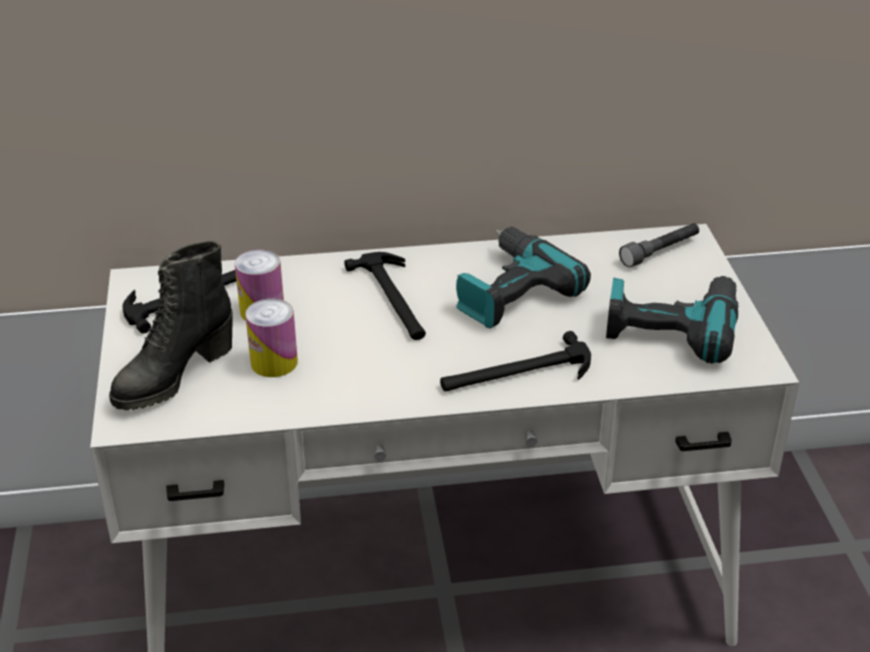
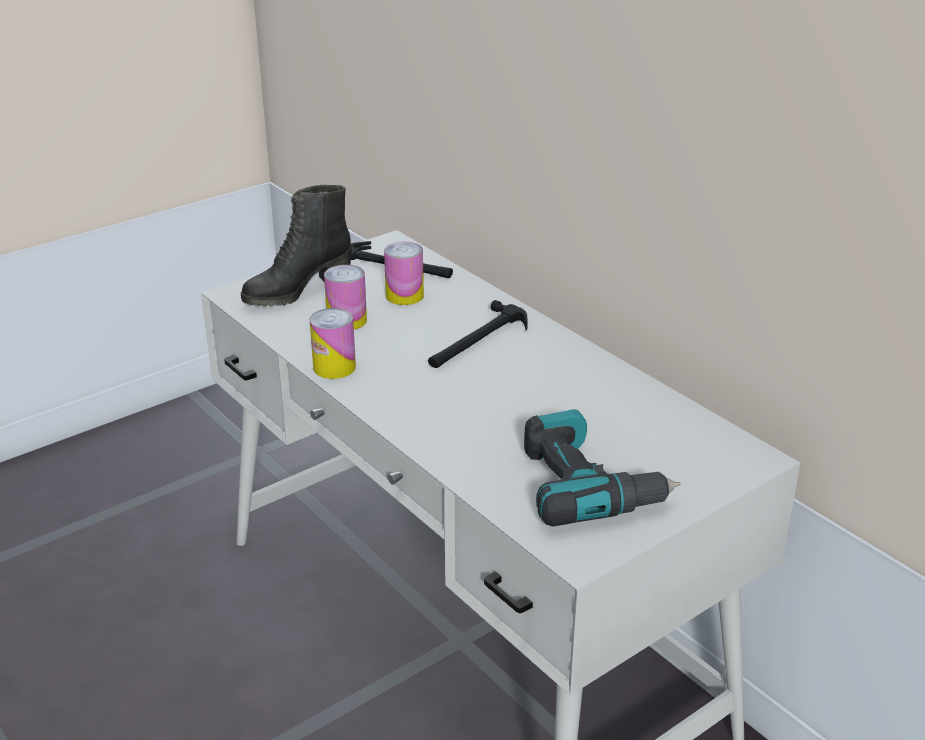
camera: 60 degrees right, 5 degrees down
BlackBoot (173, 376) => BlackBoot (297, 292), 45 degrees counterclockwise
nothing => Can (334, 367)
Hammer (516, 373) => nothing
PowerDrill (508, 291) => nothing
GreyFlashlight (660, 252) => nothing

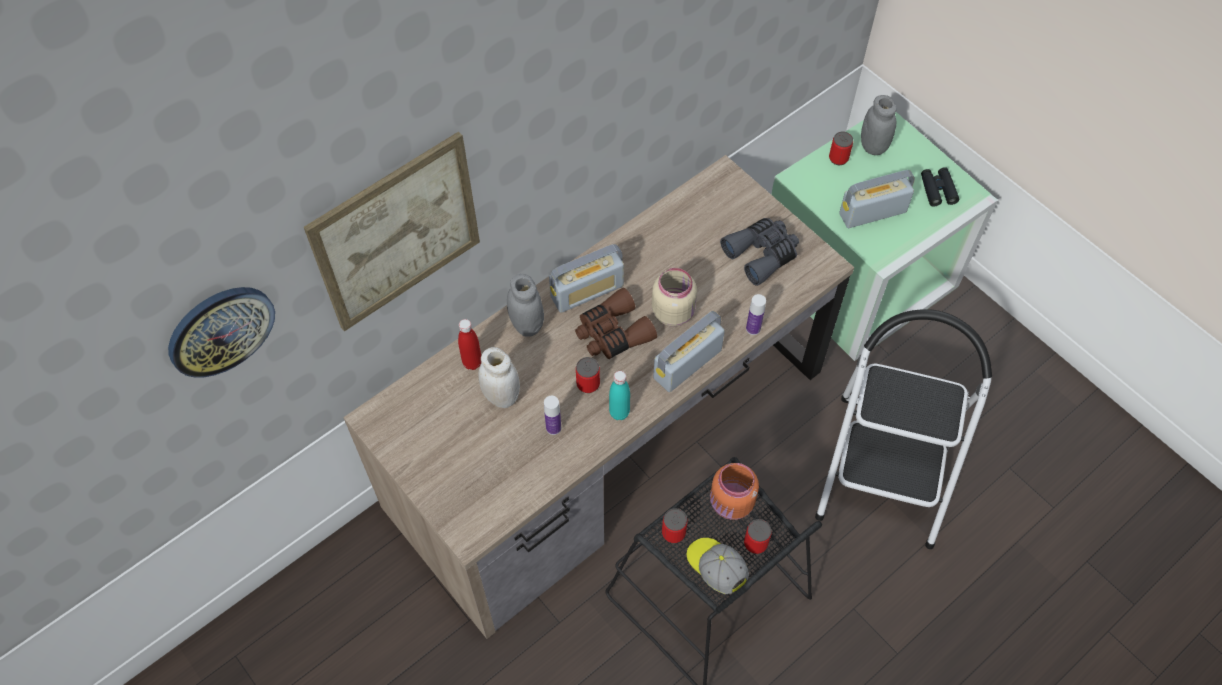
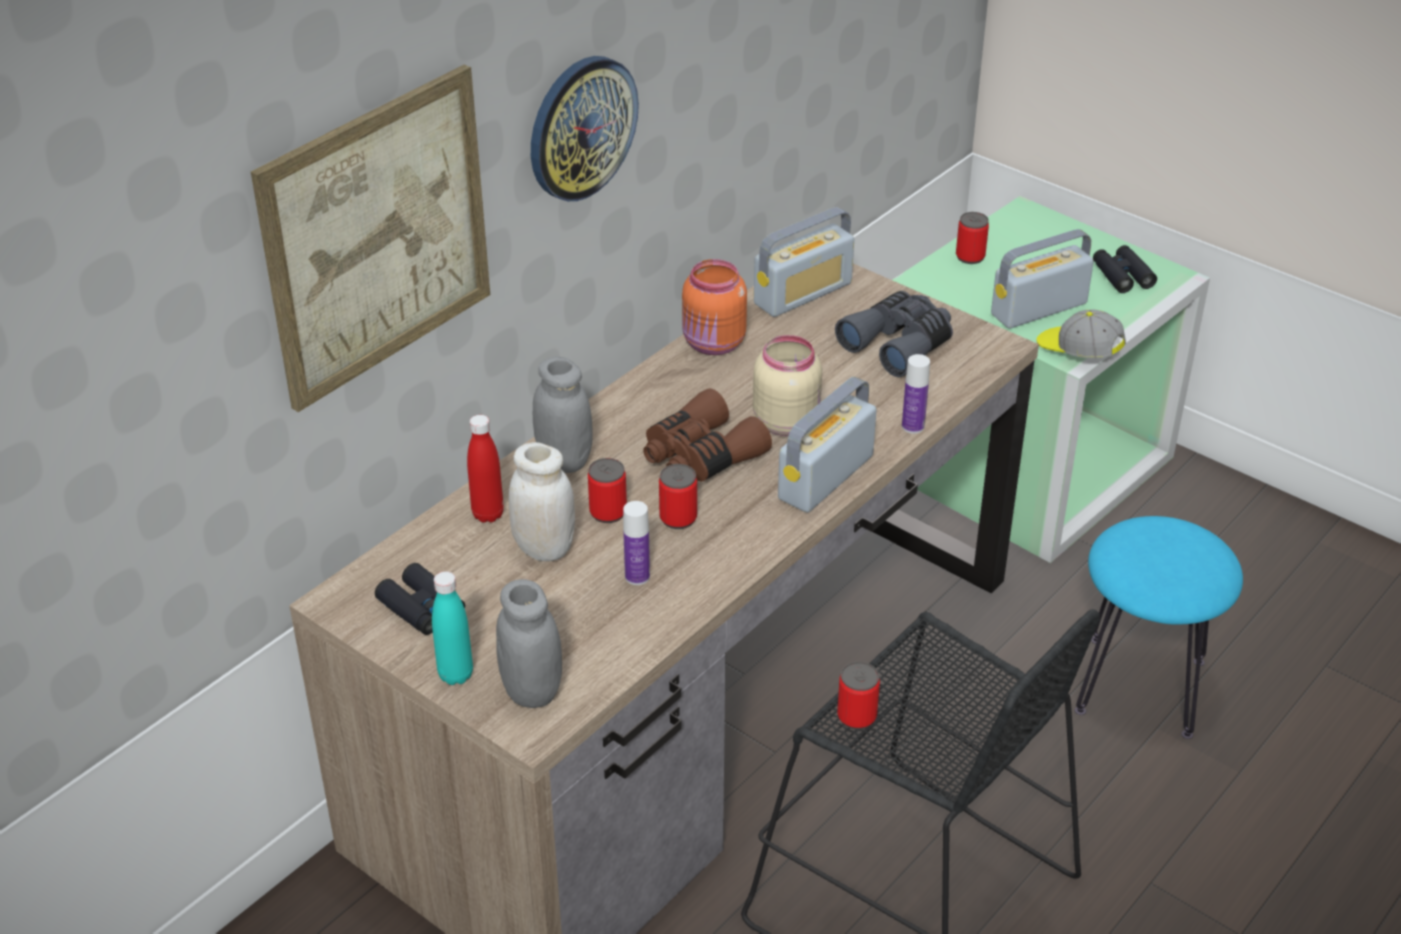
camera: 10 degrees left, 20 degrees down
nothing => BlackBinoculars (422, 608)
TurquoiseBottle (619, 412) => TurquoiseBottle (455, 675), shifted
GreyJar (873, 146) => GreyJar (532, 691), shifted
WallClock (220, 330) => WallClock (581, 127), shifted
Can (755, 543) => Can (608, 512), shifted
OrangeJar (731, 504) => OrangeJar (714, 344), shifted
Radio (587, 291) => Radio (803, 293), shifted
Cap (715, 568) => Cap (1078, 351), shifted
StepLadder (886, 465) => TurquoiseStool (1141, 686)

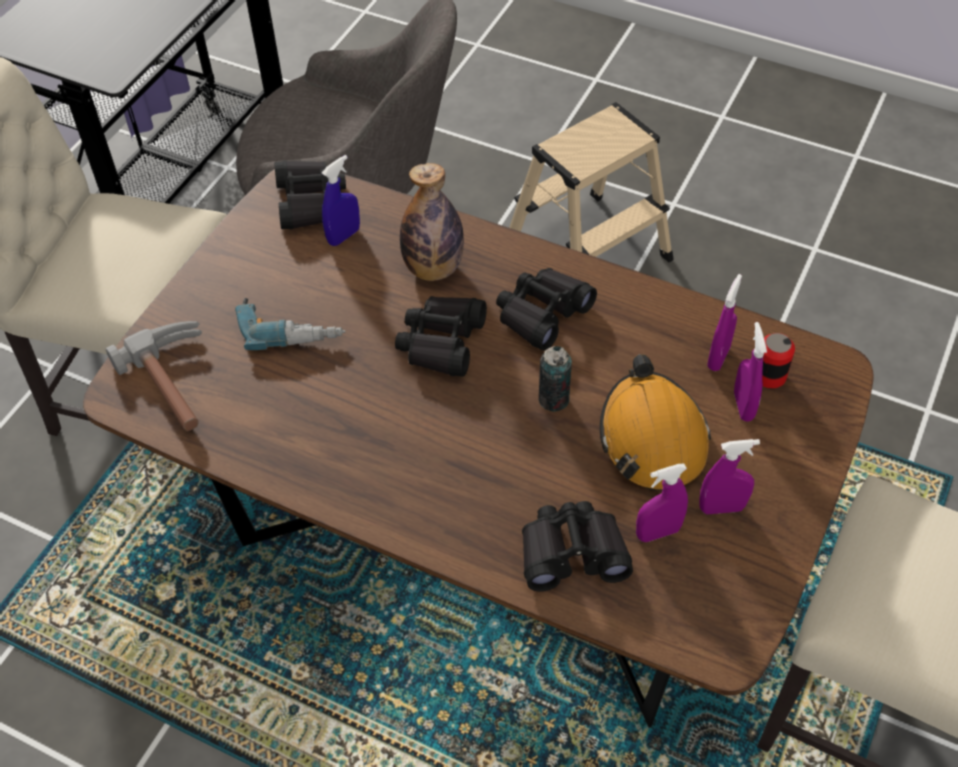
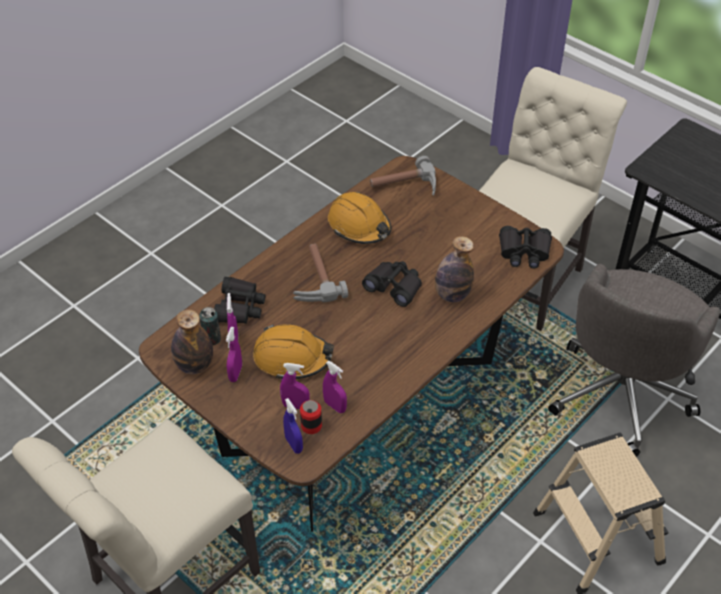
camera: 105 degrees right, 5 degrees down
nothing => Bottle (195, 365)
Can (553, 399) => Can (212, 339), shifted
BlueSprayBottle (344, 236) => BlueSprayBottle (294, 444), shifted
nothing => Hammer (313, 279)
nothing => OrangeHardHat (359, 226)
PowerDrill (291, 328) => nothing
BlackBinoculars (542, 313) => nothing

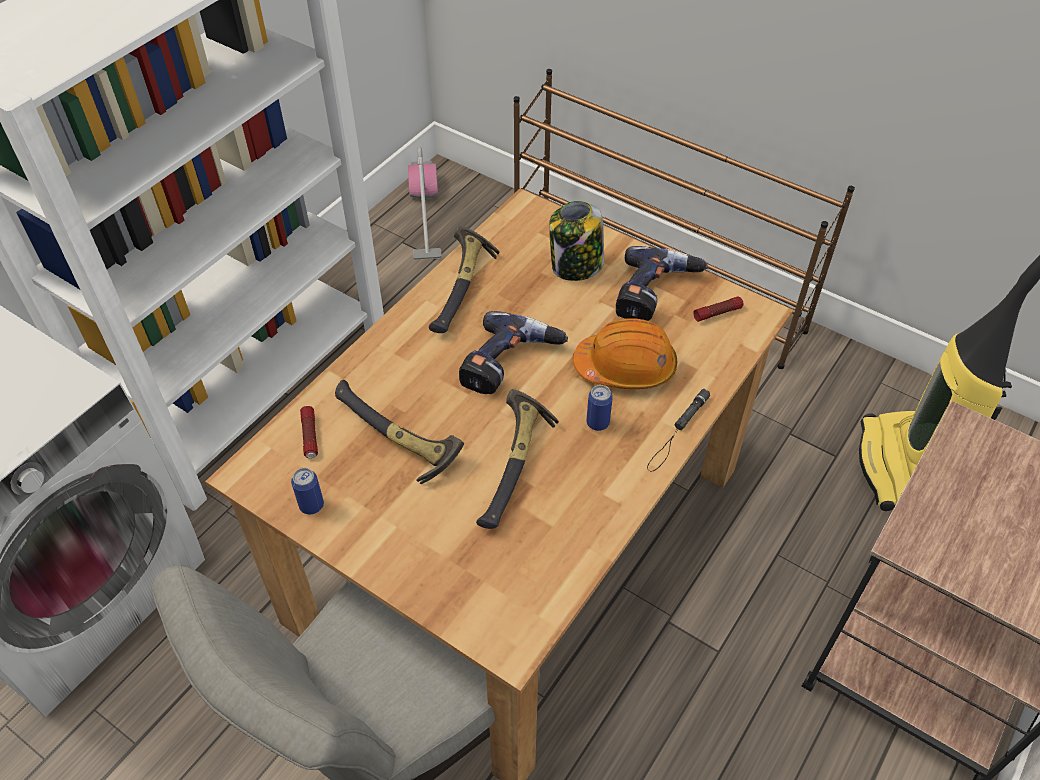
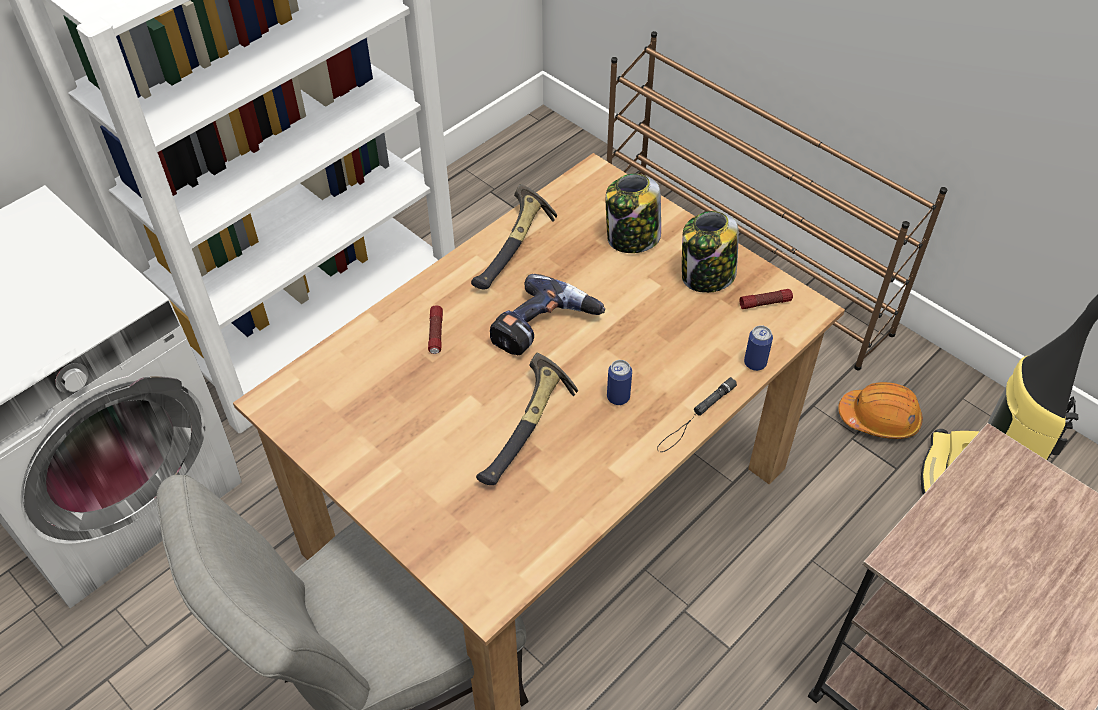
camera: 10 degrees right, 0 degrees up
Flashlight (310, 436) => Flashlight (436, 334), shifted
PowerDrill (656, 294) => Jar (707, 276)
Can (311, 505) => Can (755, 363), shifted
OrangeHardHat (625, 367) => OrangeHardHat (879, 418), shifted
Hammer (394, 440) => nothing
VacuumCleaner (425, 215) => nothing

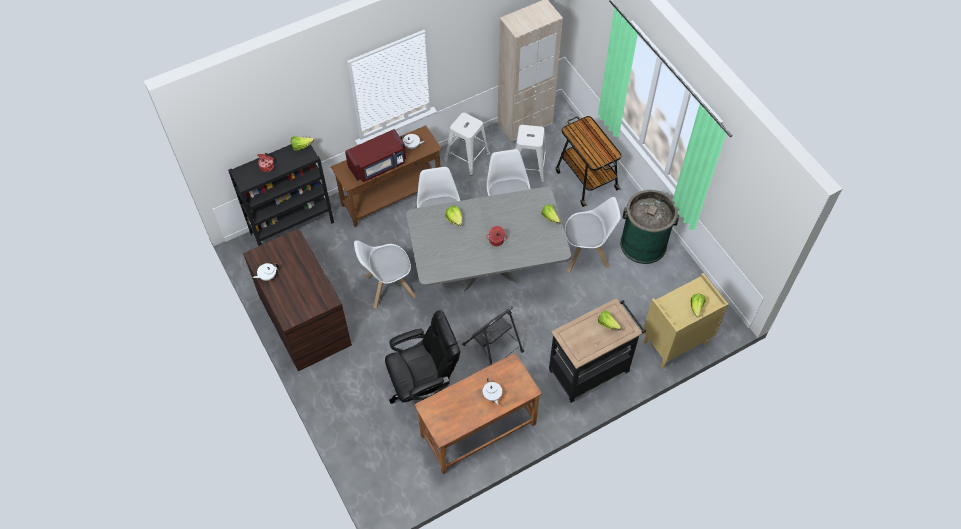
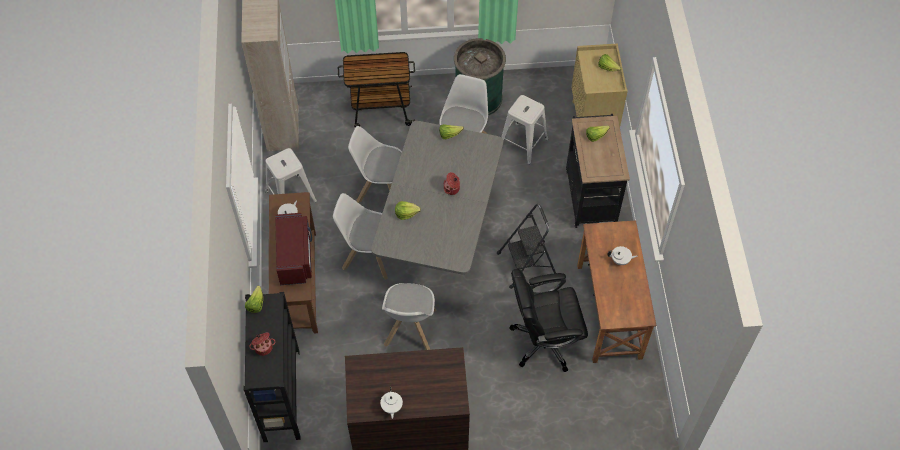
camera: 65 degrees left, 0 degrees up
WhiteStool (528, 167) => WhiteStool (523, 143), shifted
BlackOfficeChair (424, 390) => BlackOfficeChair (545, 341), 105 degrees counterclockwise

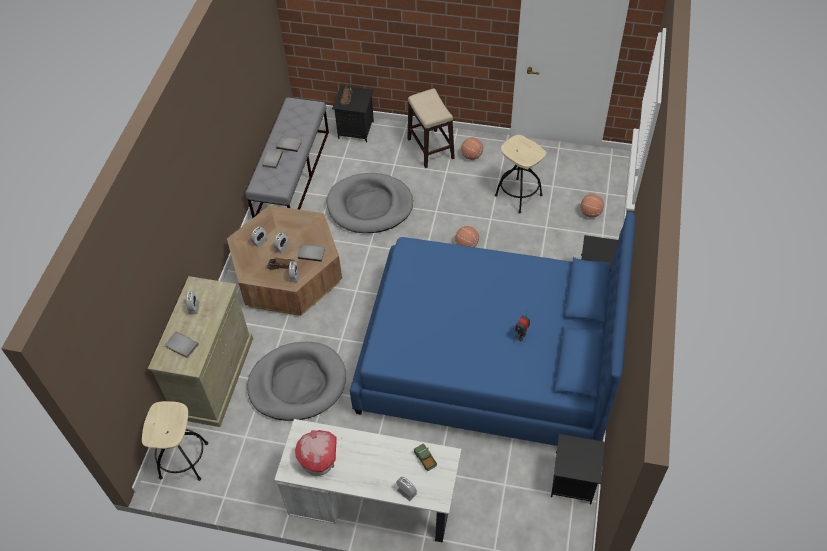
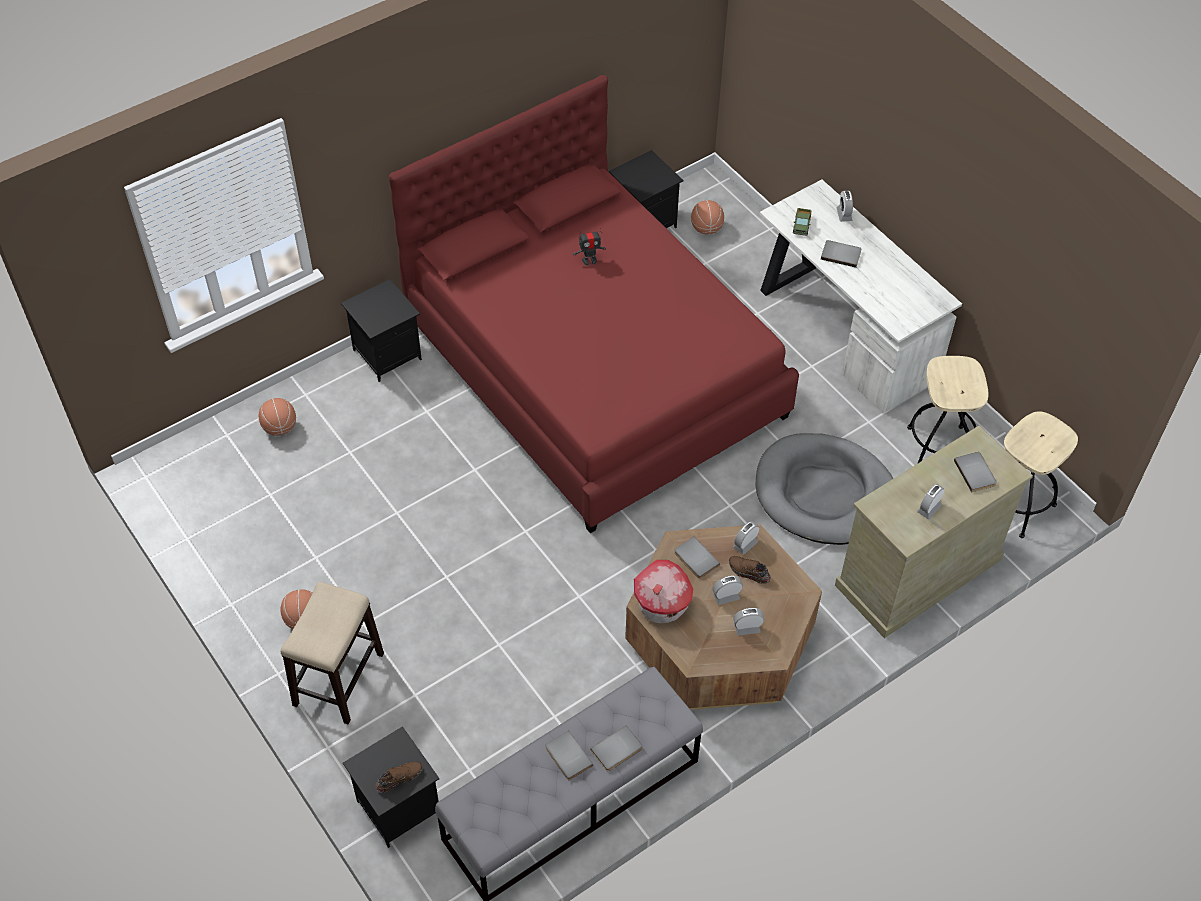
camera: 140 degrees left, 0 degrees up
BlueBed (488, 359) => RedBed (595, 368)
ToyHouse (319, 460) => ToyHouse (662, 604), shifted
Basketball (467, 245) => Basketball (706, 228), shifted
nothing => GreyBook (841, 254)
BeigeStool (518, 195) => BeigeStool (939, 448), shifted
GreyDogBed (370, 206) => nothing

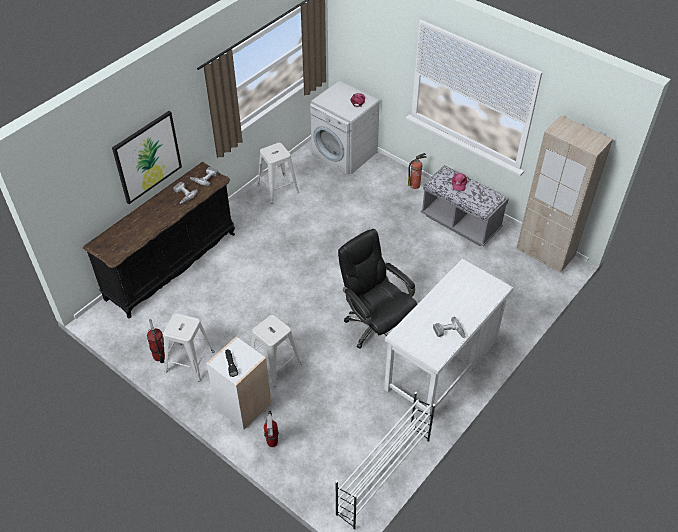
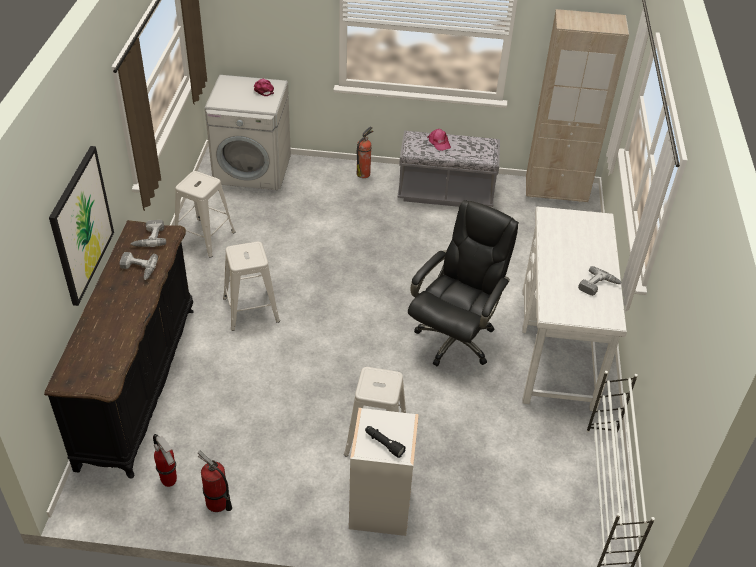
camera: 35 degrees left, 5 degrees down
FireExtinguisher (272, 443) => FireExtinguisher (169, 481), shifted
WhiteStool (189, 361) => WhiteStool (251, 309), shifted
BlackOfficeChair (375, 328) => BlackOfficeChair (454, 341), 105 degrees clockwise

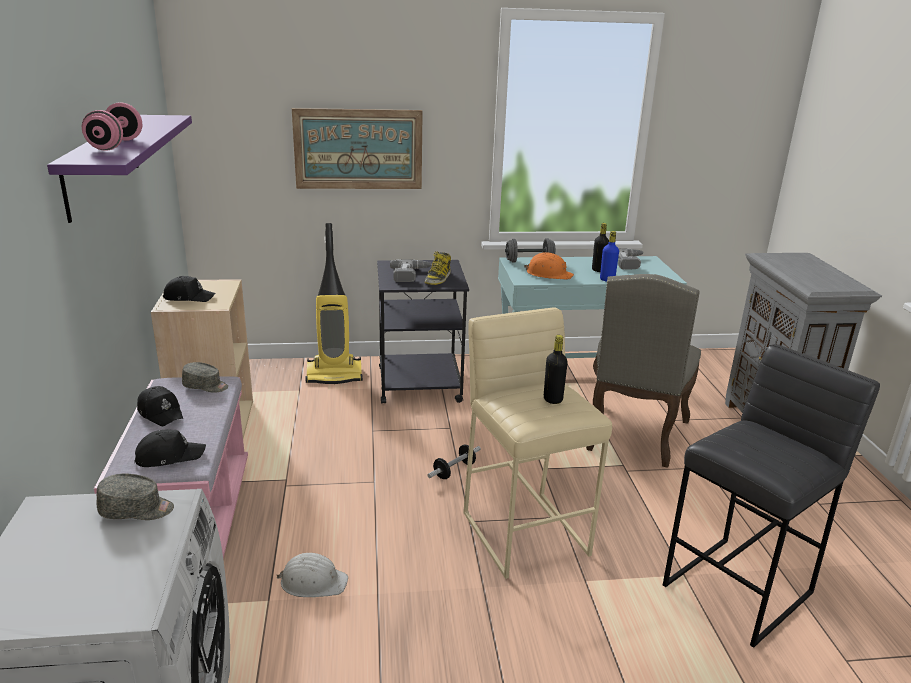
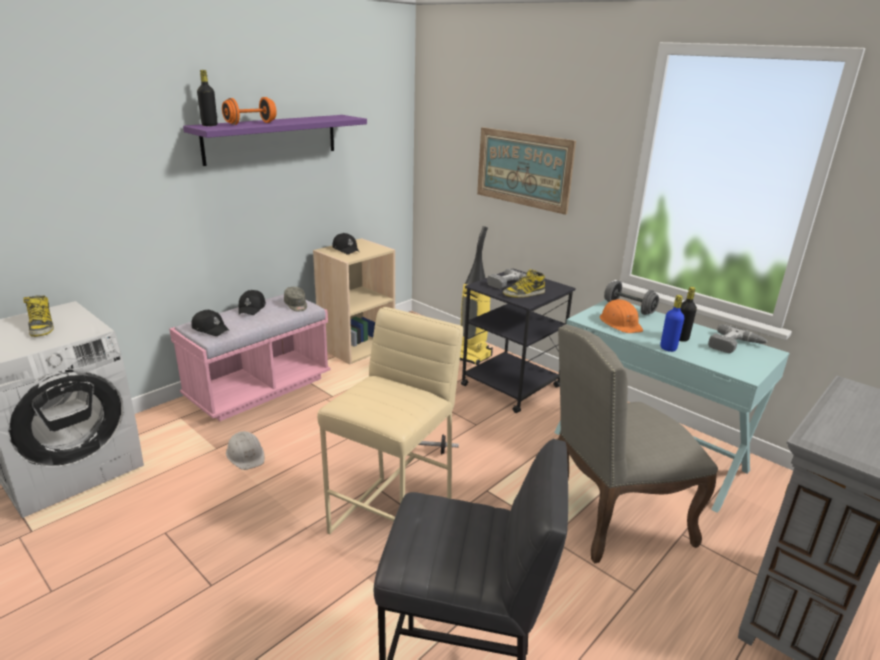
camera: 50 degrees right, 0 degrees up
nothing => Boot (41, 327)
BlackBottle (553, 399) => BlackBottle (209, 125), shifted
PinkDumbbell (116, 145) => OrangeDumbbell (250, 123)
GreyCap (137, 510) => nothing

